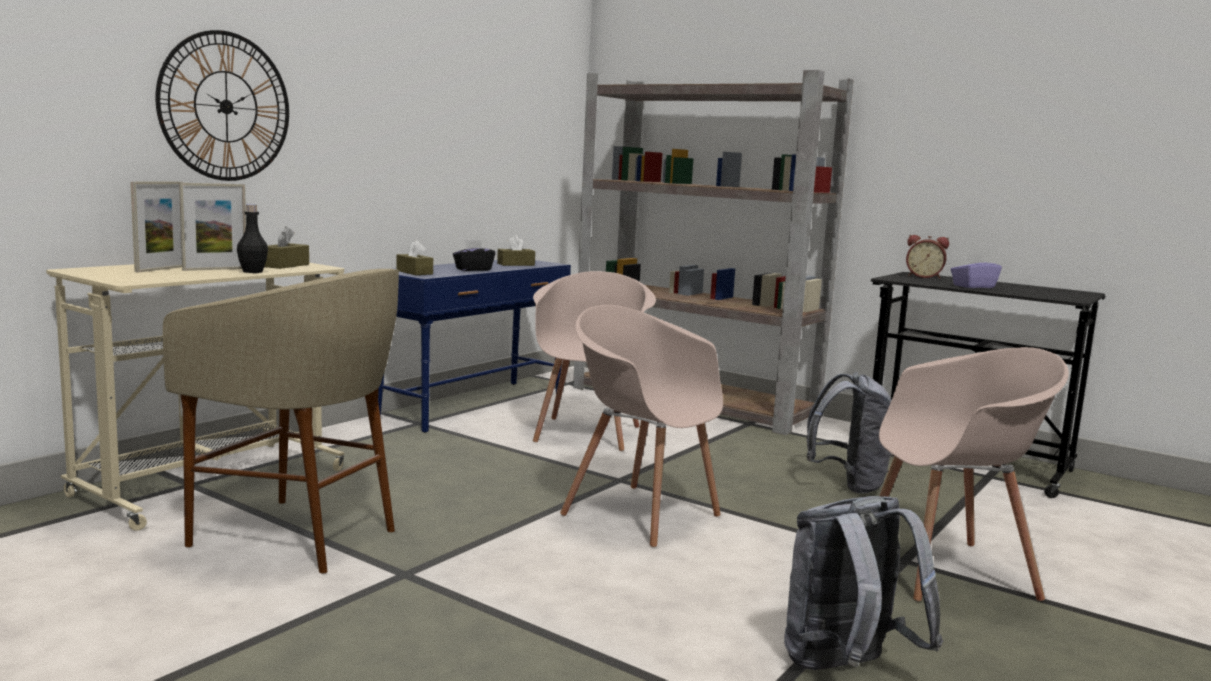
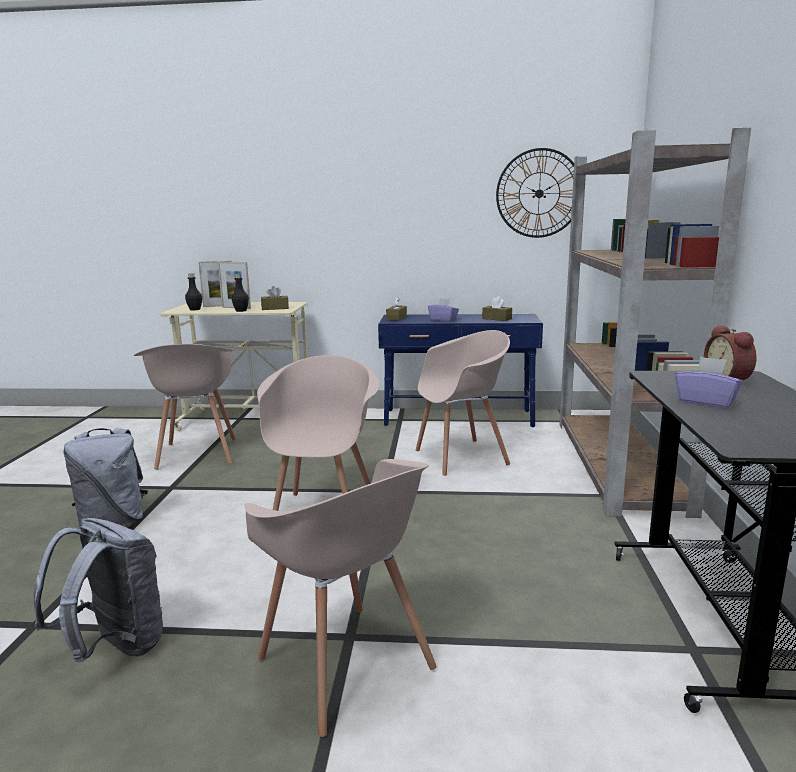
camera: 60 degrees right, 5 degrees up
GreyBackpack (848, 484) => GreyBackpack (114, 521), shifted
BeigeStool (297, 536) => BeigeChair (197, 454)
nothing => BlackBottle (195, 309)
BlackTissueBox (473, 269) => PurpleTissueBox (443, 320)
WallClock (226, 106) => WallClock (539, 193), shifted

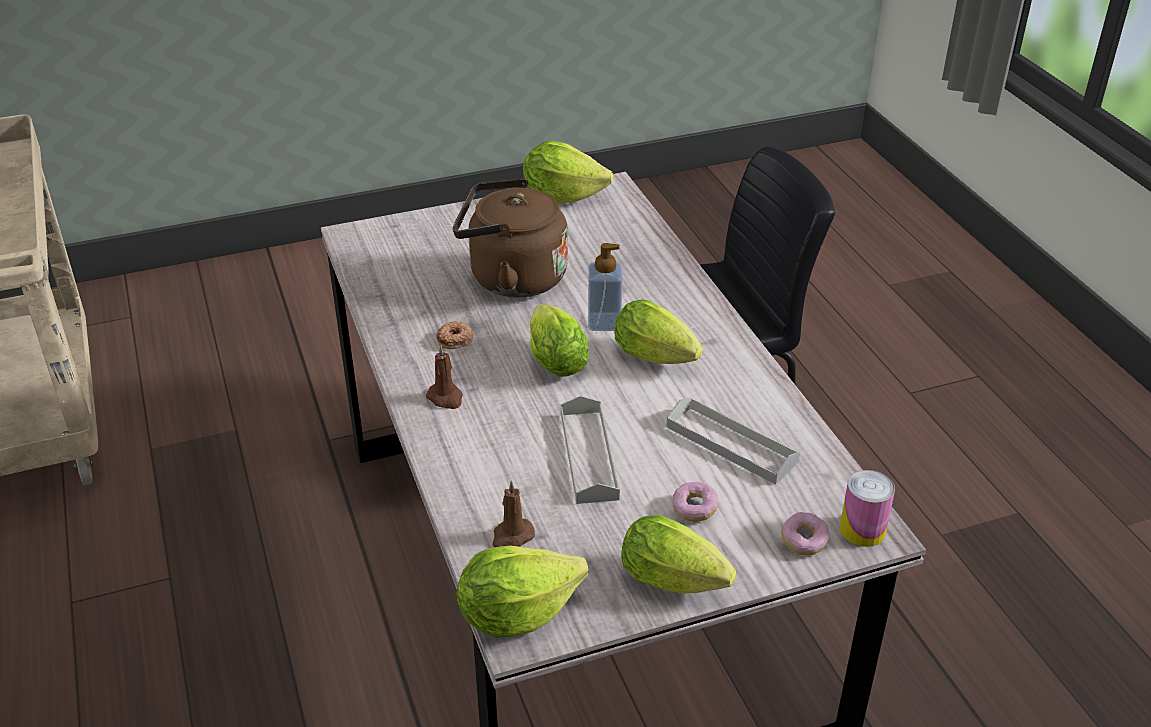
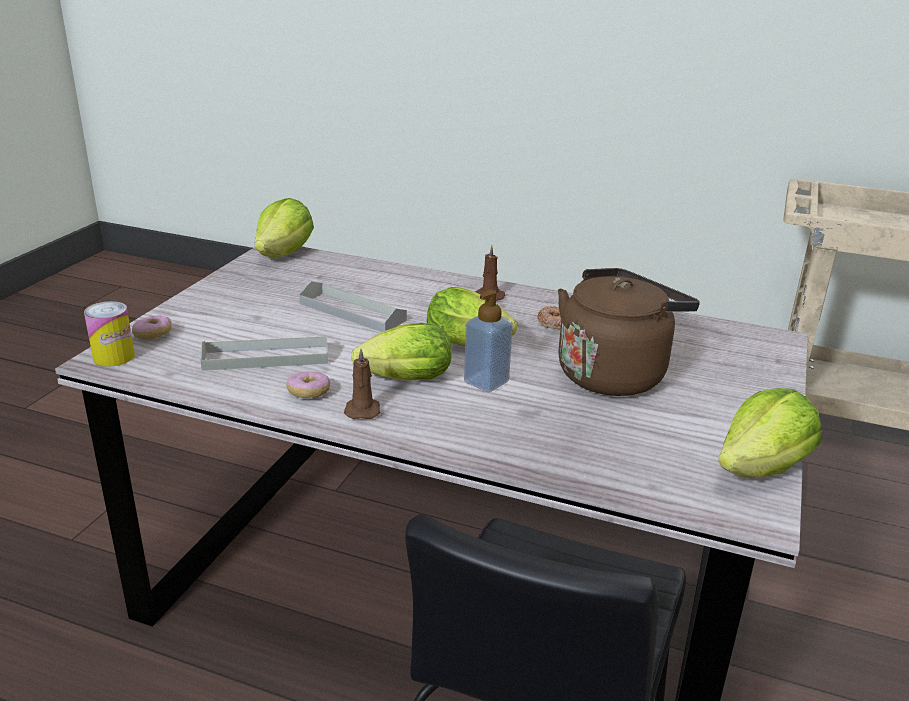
camera: 130 degrees right, 10 degrees down
Donut (694, 509) => Donut (309, 393), shifted
BrownCandle (512, 536) => BrownCandle (362, 410), shifted
Lettuce (678, 582) => nothing

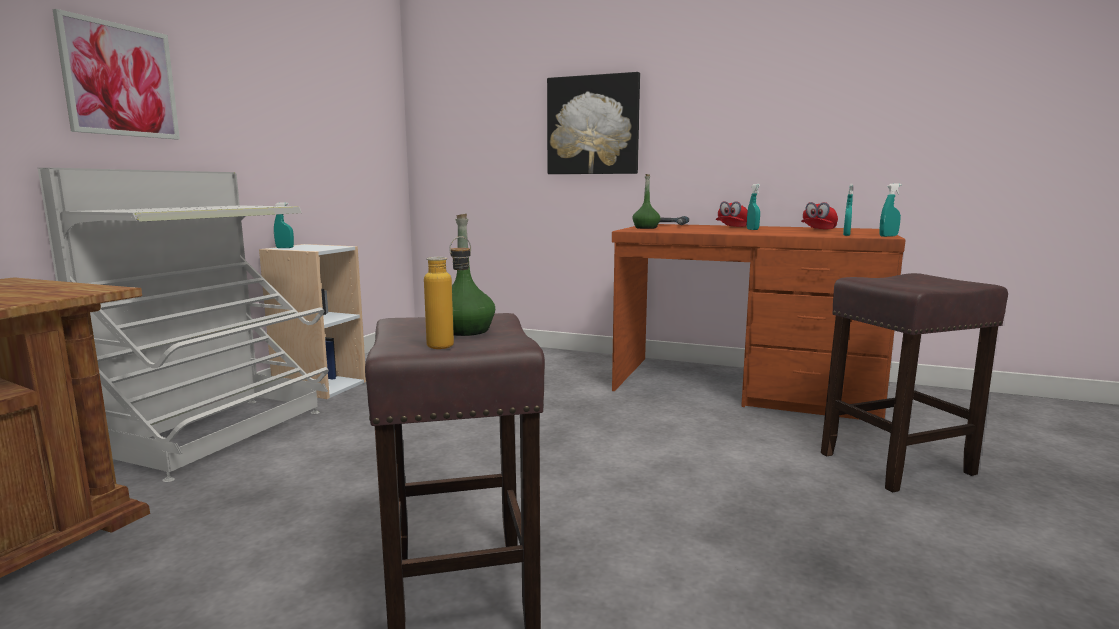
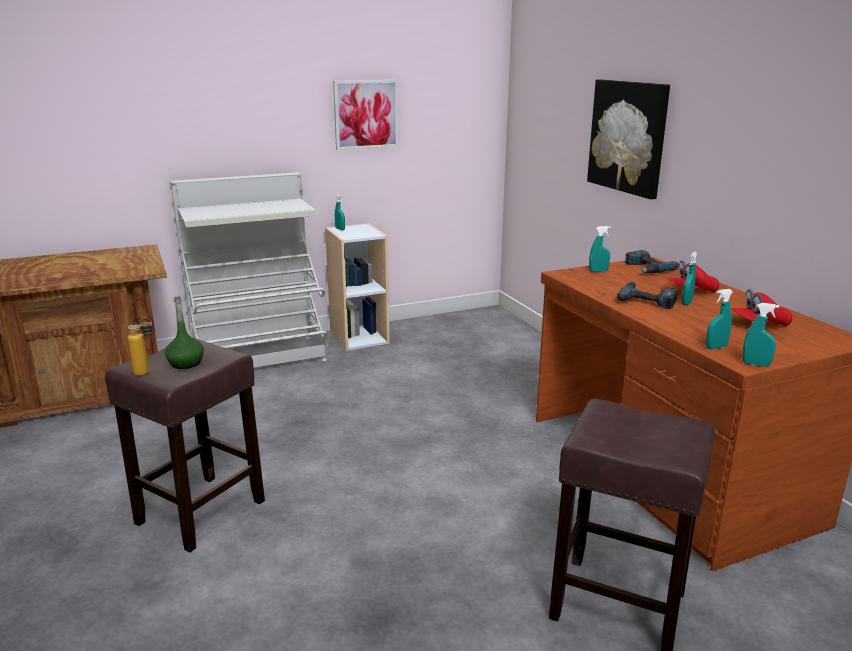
camera: 45 degrees right, 10 degrees up
Picture (120, 80) => Picture (366, 114), shifted
GreenBottle (646, 228) => TurquoiseSprayBottle (598, 271)
nothing => PowerDrill (647, 299)

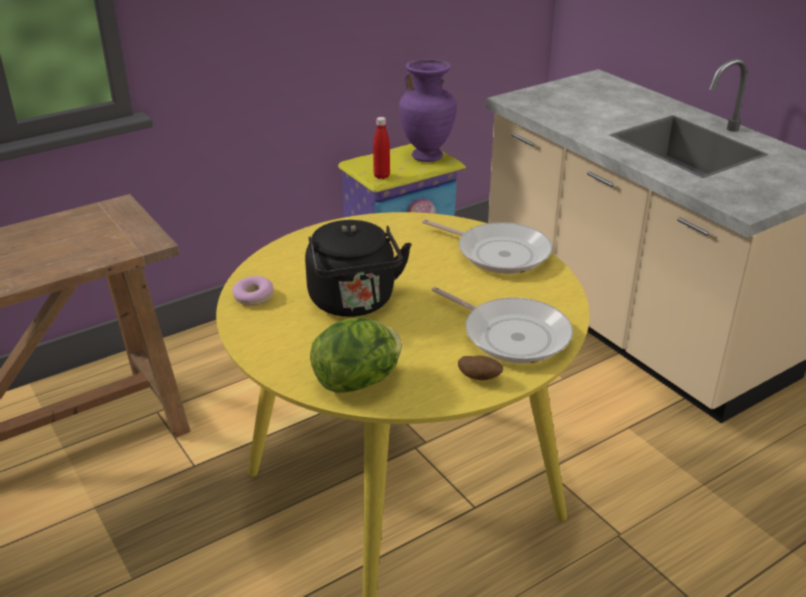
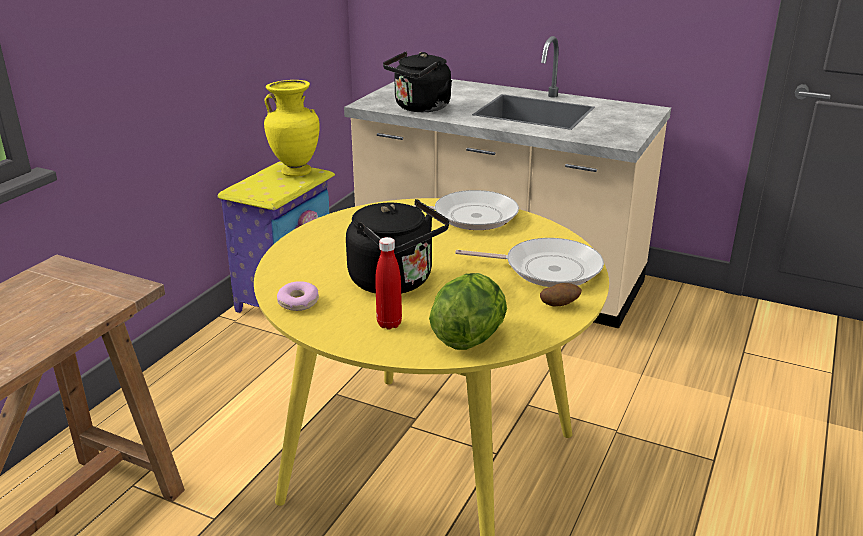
camera: 30 degrees left, 5 degrees down
PurpleVase (427, 156) => YellowVase (296, 172)
RedBottle (381, 176) => RedBottle (389, 324), shifted
nothing => BlackKettle (420, 108)

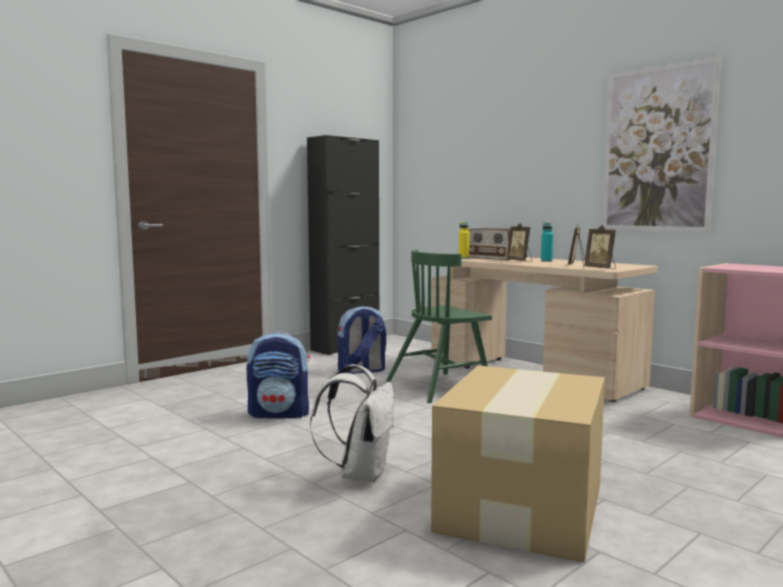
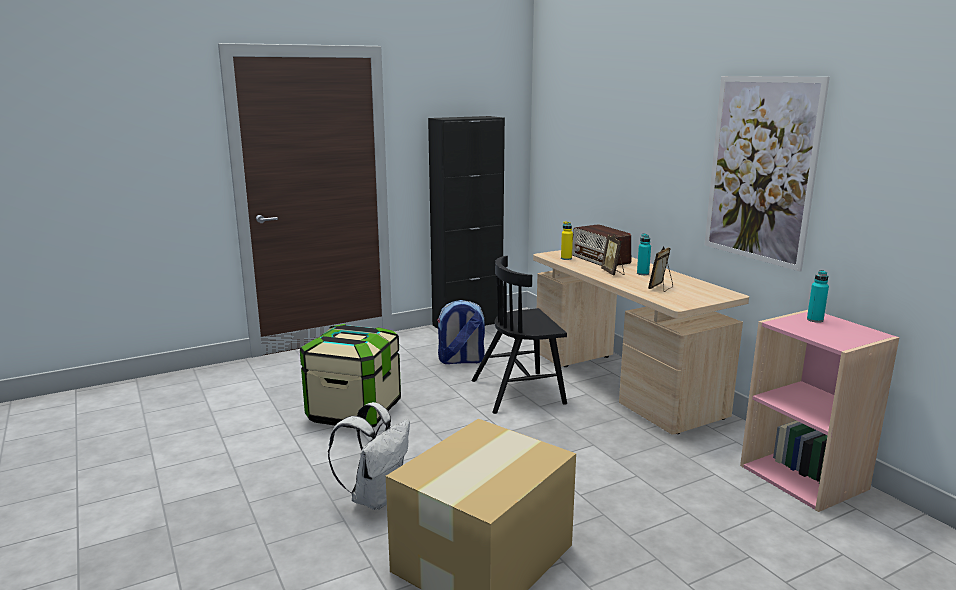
camera: 15 degrees right, 10 degrees up
Backpack (280, 414) => StorageBox (354, 412)
GreenChair (442, 386) => BlackChair (523, 391)
nothing => TurquoiseBottle (815, 320)
PictureFrame (601, 269) => nothing

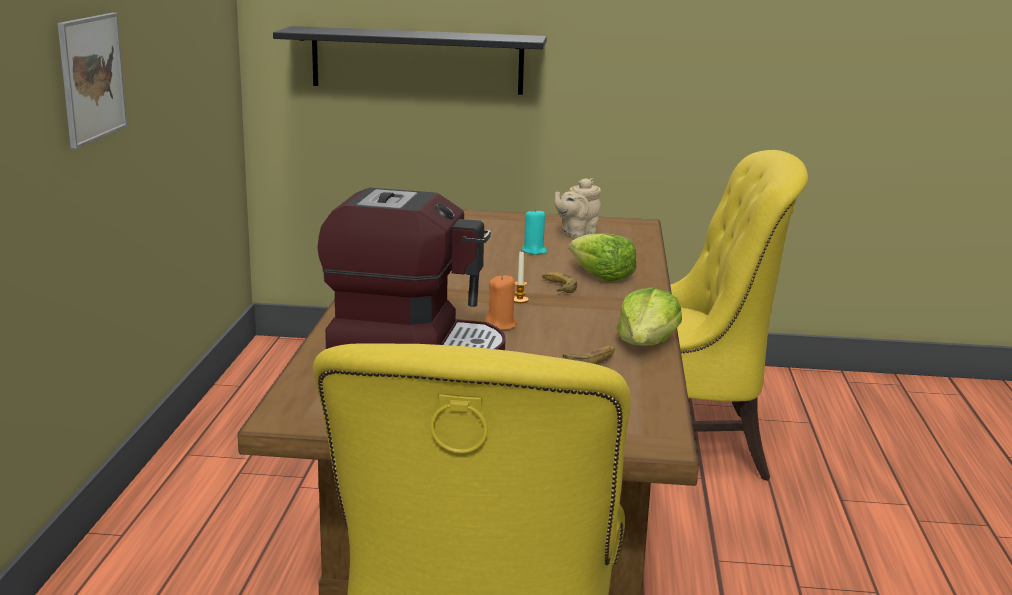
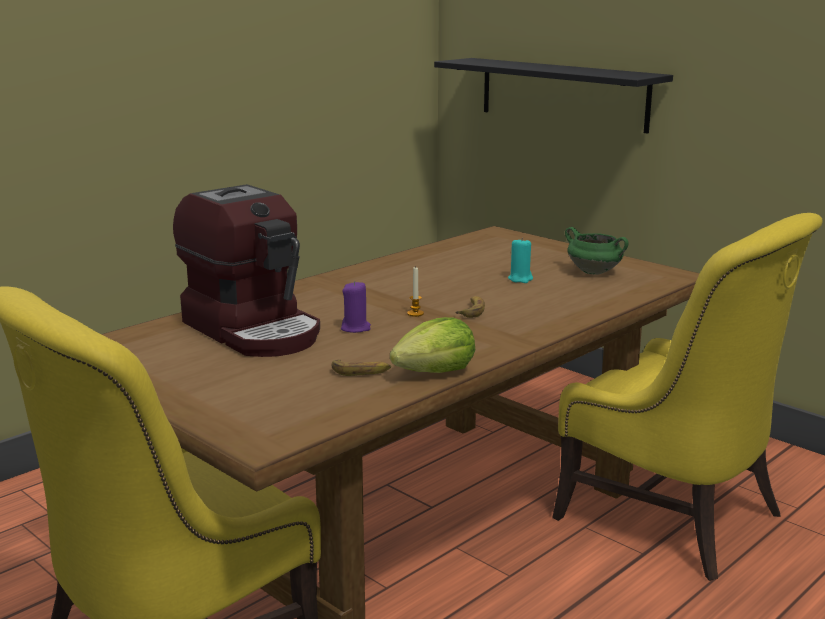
camera: 40 degrees right, 0 degrees up
OrangeCandle (501, 325) => PurpleCandle (356, 328)
BeigeTeapot (576, 233) => GreenCookingPot (595, 272)
Picture (92, 78) => nothing
Lettuce (601, 276) => nothing

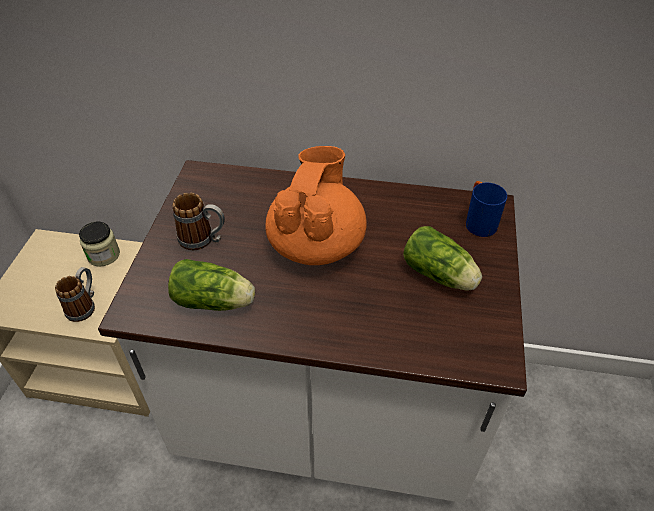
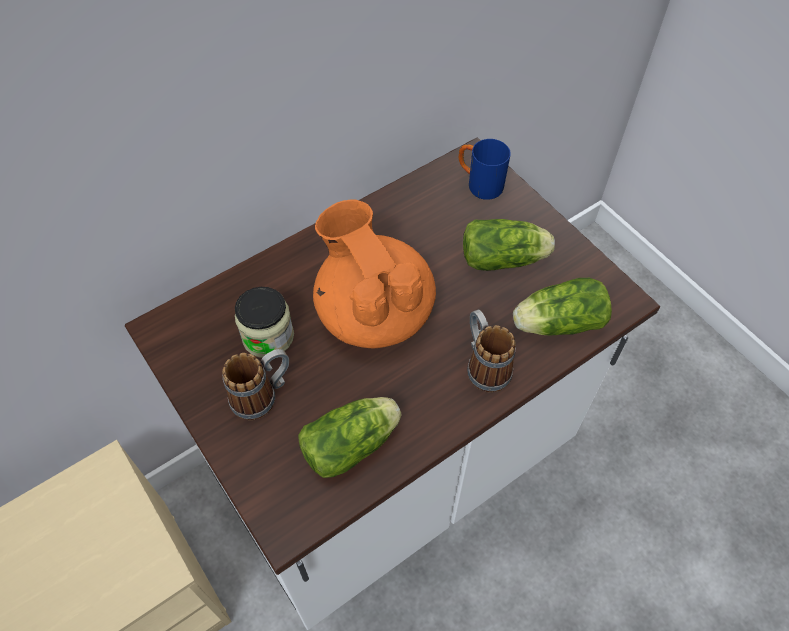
camera: 45 degrees left, 10 degrees up
Jar (103, 255) => Jar (268, 336), shifted
Mug (84, 306) => Mug (484, 365), shifted
nothing => Lettuce (555, 323)

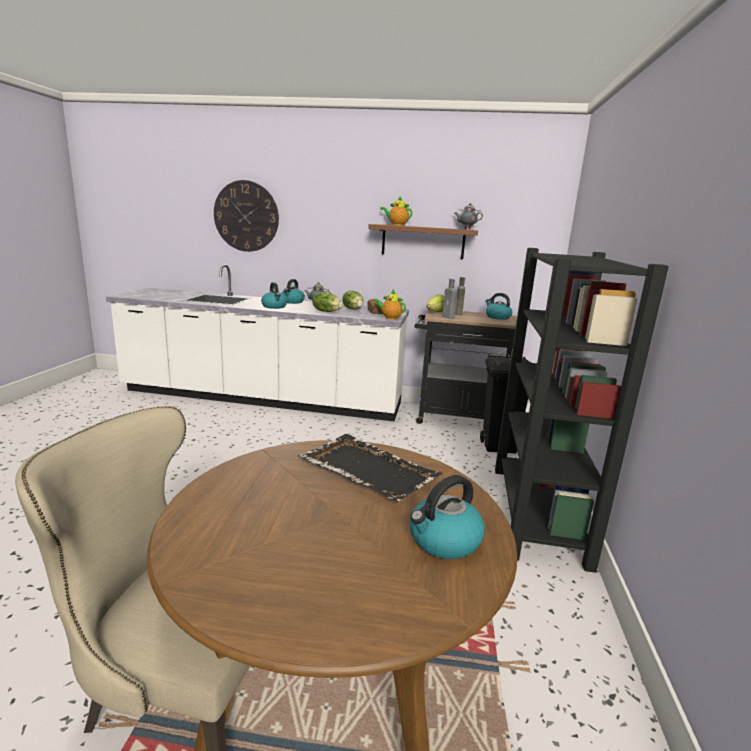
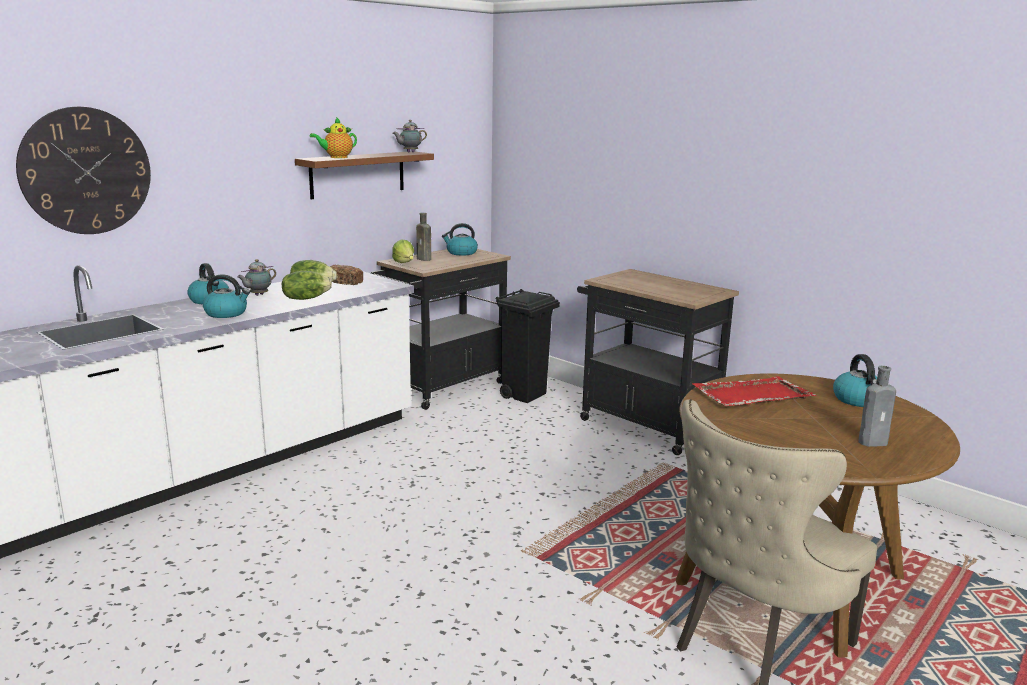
camera: 55 degrees left, 0 degrees up
BlackBookcase (537, 513) => BlackCart (644, 426)
BlackTray (367, 469) => RedTray (751, 395)
GreyBottle (449, 317) => GreyBottle (874, 442), shifted
Teapot (390, 318) => nothing

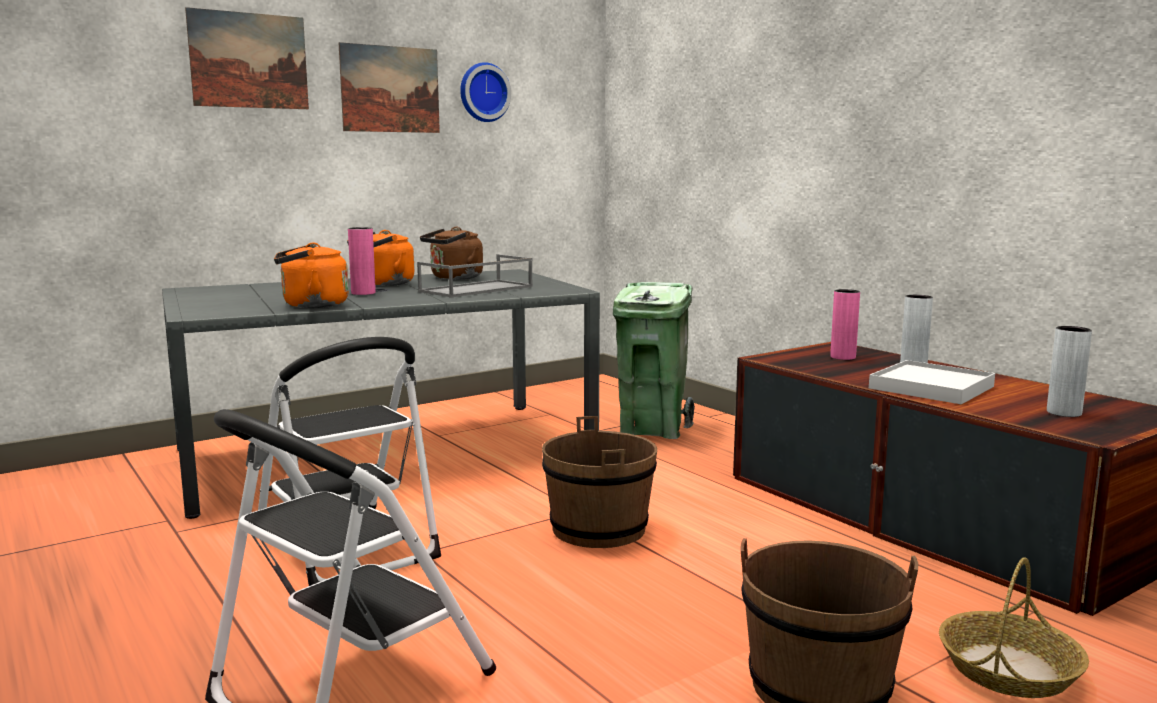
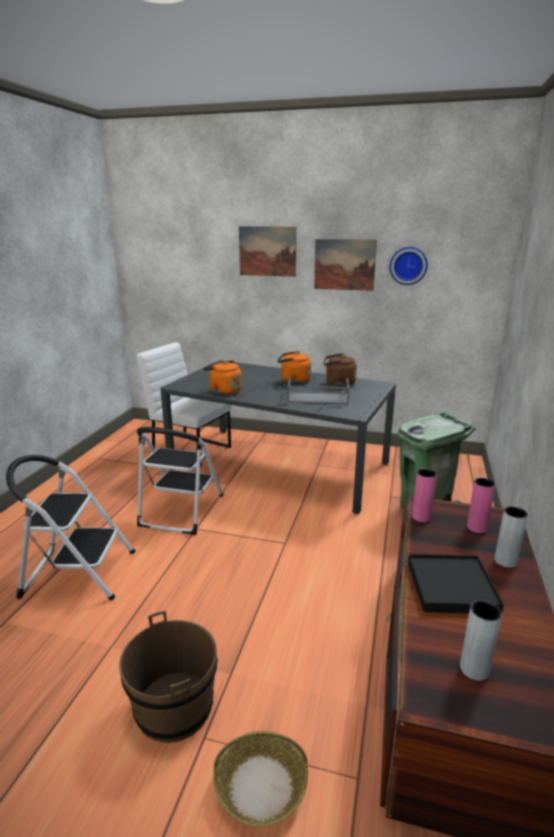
camera: 50 degrees right, 10 degrees up
nothing => WhiteChair (190, 449)
WhiteTray (931, 387) => BlackTray (451, 586)
PinkVase (363, 293) => PinkVase (421, 517), shifted
BrownBucket (599, 529) => nothing

